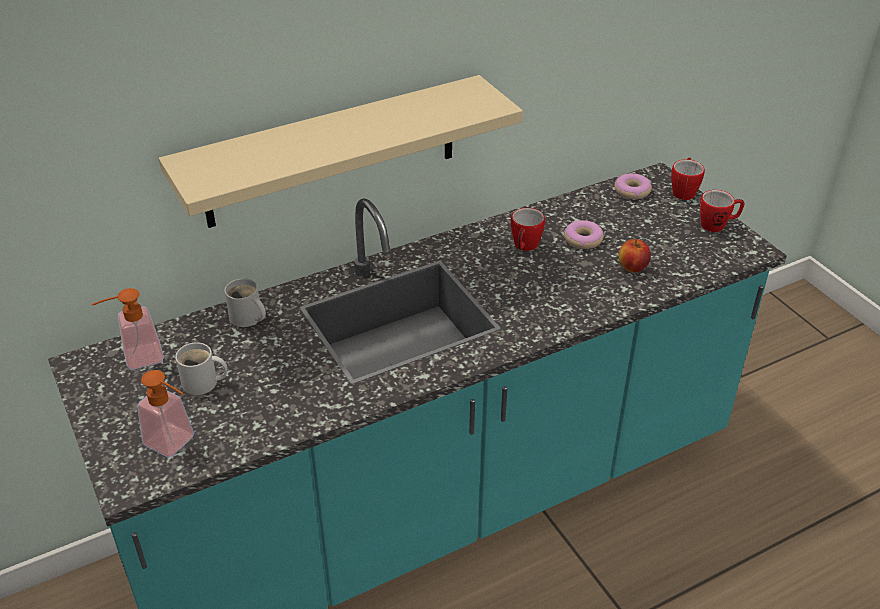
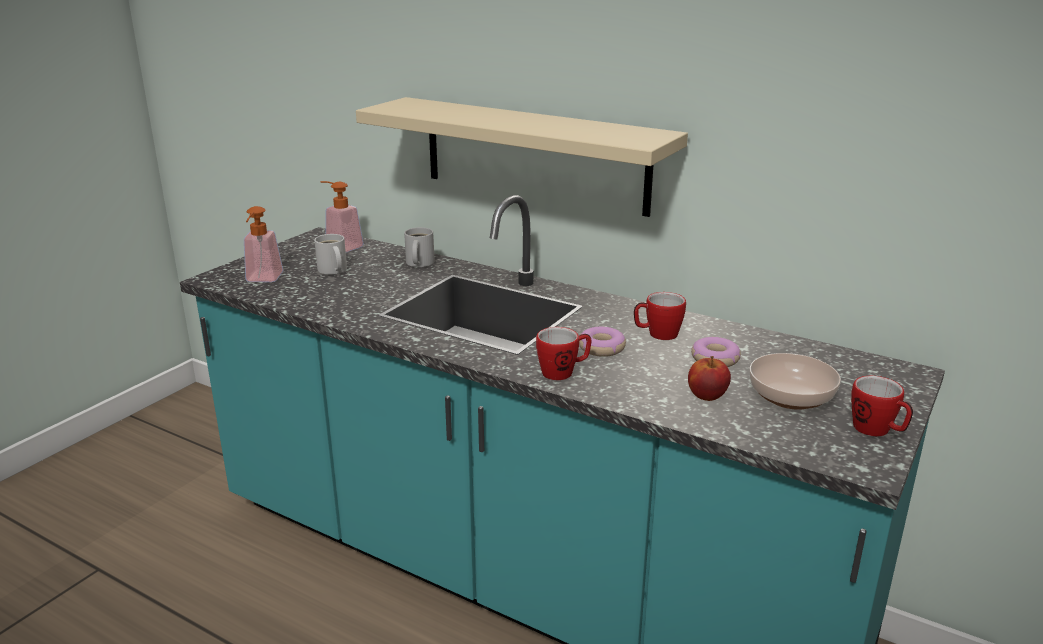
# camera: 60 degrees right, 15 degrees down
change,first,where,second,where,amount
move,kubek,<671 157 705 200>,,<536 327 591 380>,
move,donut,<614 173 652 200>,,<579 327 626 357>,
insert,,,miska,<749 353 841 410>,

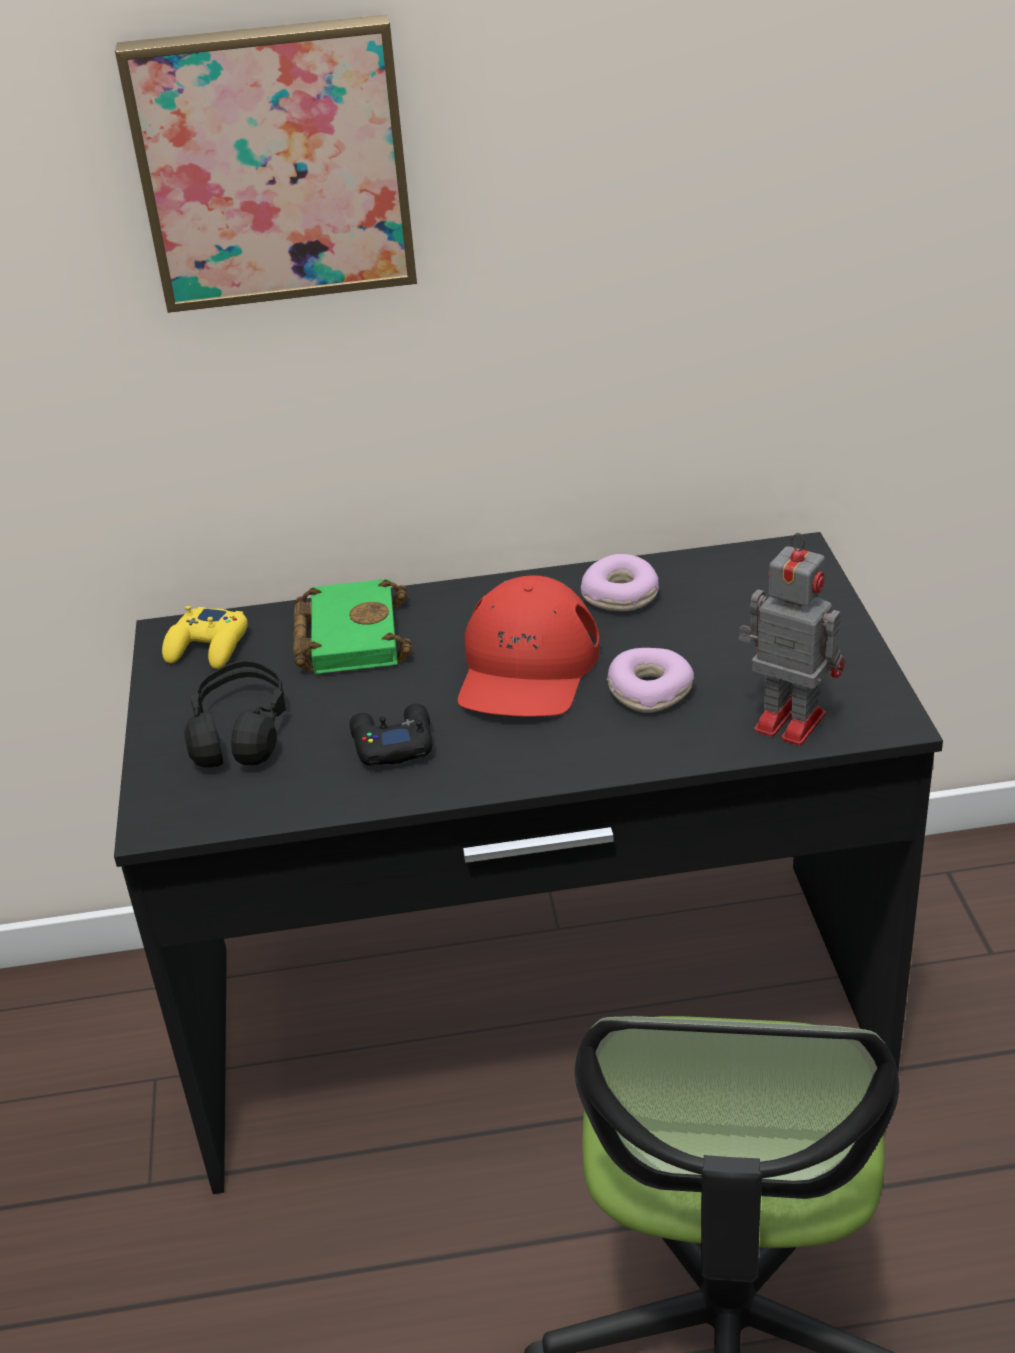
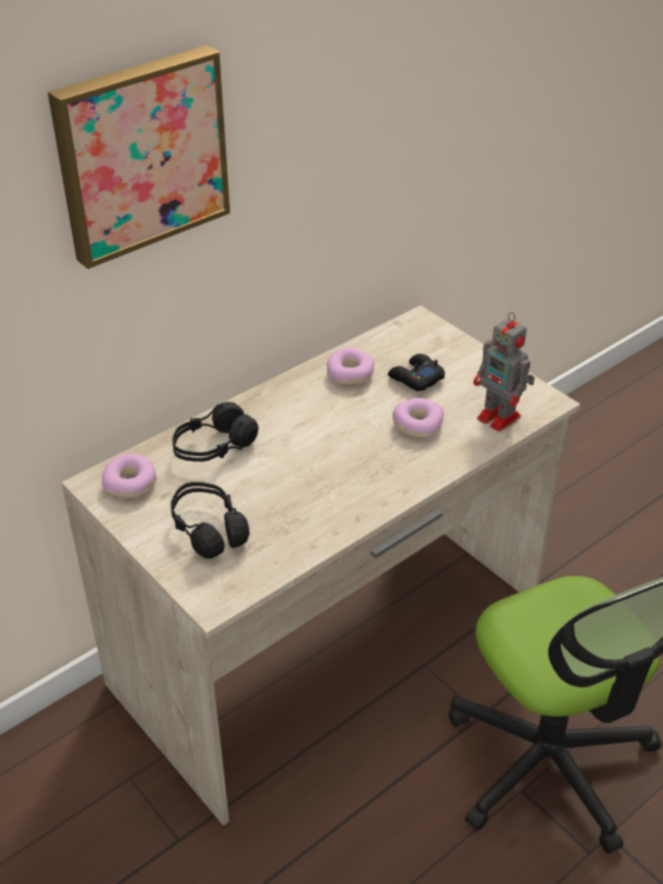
# camera: 35 degrees left, 5 degrees up
change,first,where,second,where,amount
recolor,biurko/czarny,<114 532 943 1194>,biurko/beżowy,<61 305 580 826>,
rotate,robot zabawkowy,<739 533 844 746>,,<473 312 535 432>,135 degrees counterclockwise
delete,czapka z daszkiem/czerwony,<458 575 600 717>,,,
replace,książka/zielony,<293 579 412 674>,słuchawki/czarny,<172 402 259 462>,
replace,pad do gier/żółty,<162 605 248 669>,donut,<102 454 157 498>,
move,pad do gier/czarny,<350 704 432 766>,,<388 354 445 391>,

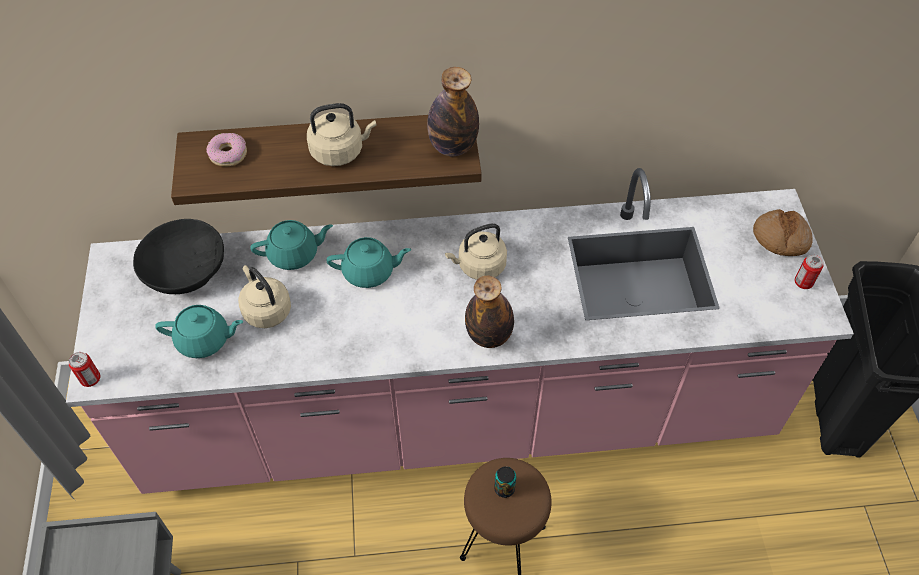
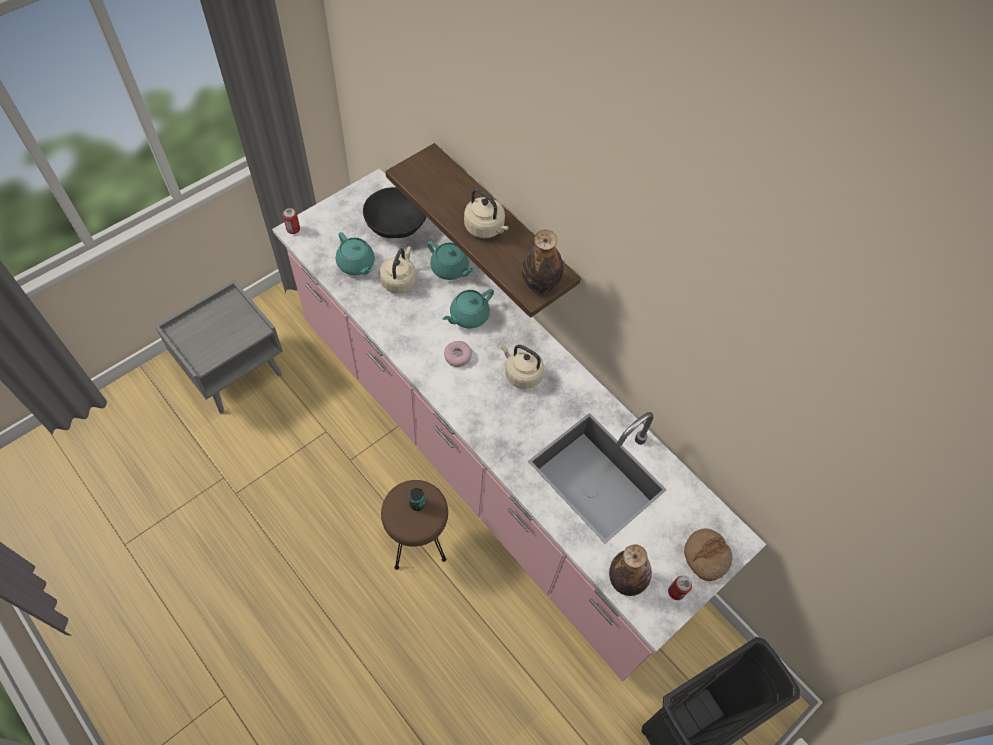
# camera: 50 degrees right, 5 degrees up
change,first,where,second,where,amount
move,donut,<206 133 247 167>,,<444 341 472 367>,
rotate,imbryk/turkusowy,<326 237 411 288>,,<443 289 494 328>,90 degrees clockwise
move,butelka,<465 276 514 348>,,<609 544 652 596>,

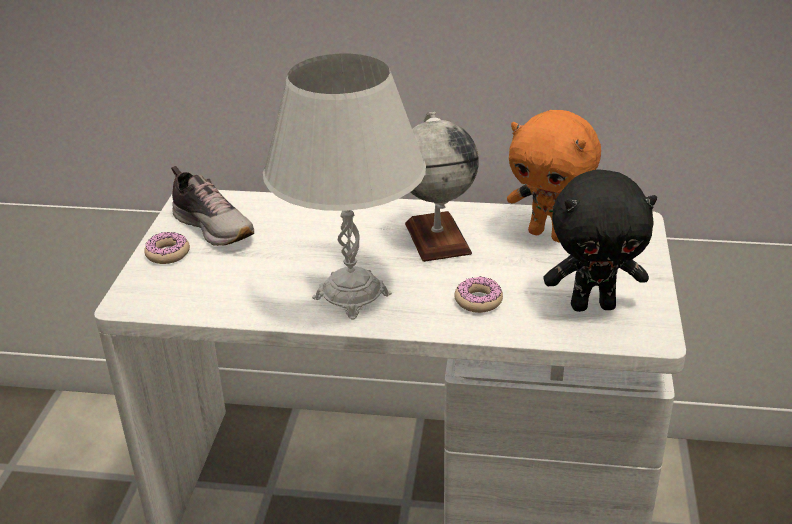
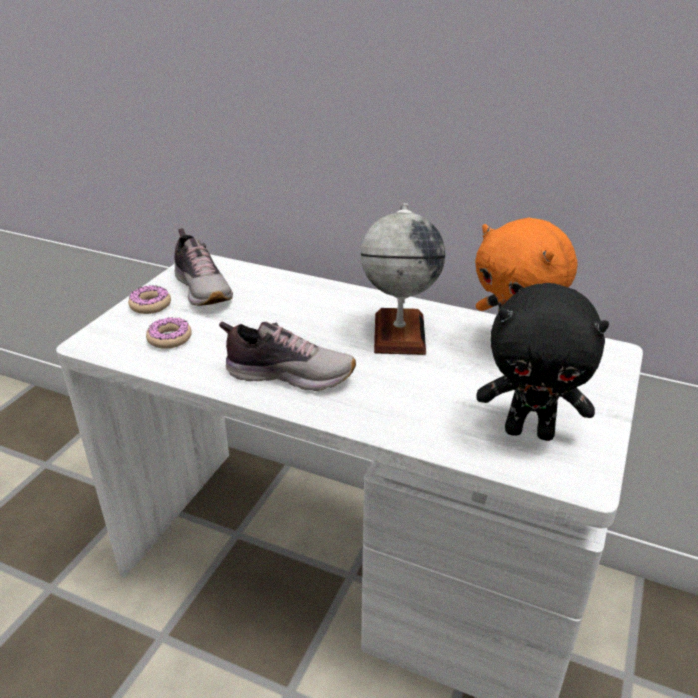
# camera: 15 degrees right, 0 degrees up
change,first,where,second,where,amount
replace,lampa stołowa/biały,<263 54 426 320>,but,<219 321 356 391>,
move,donut,<454 277 503 313>,,<146 317 192 349>,

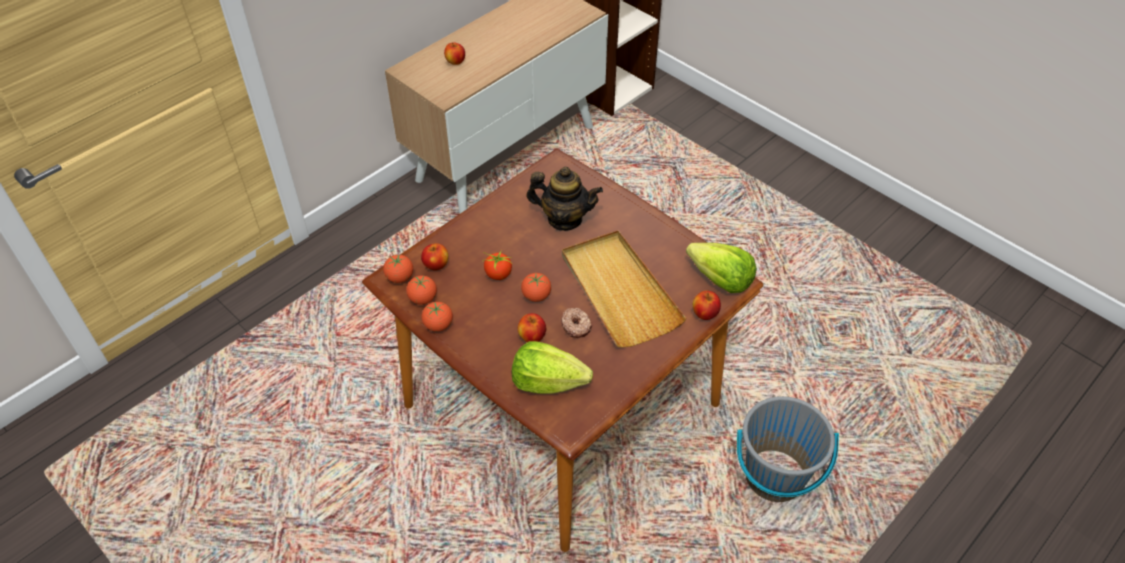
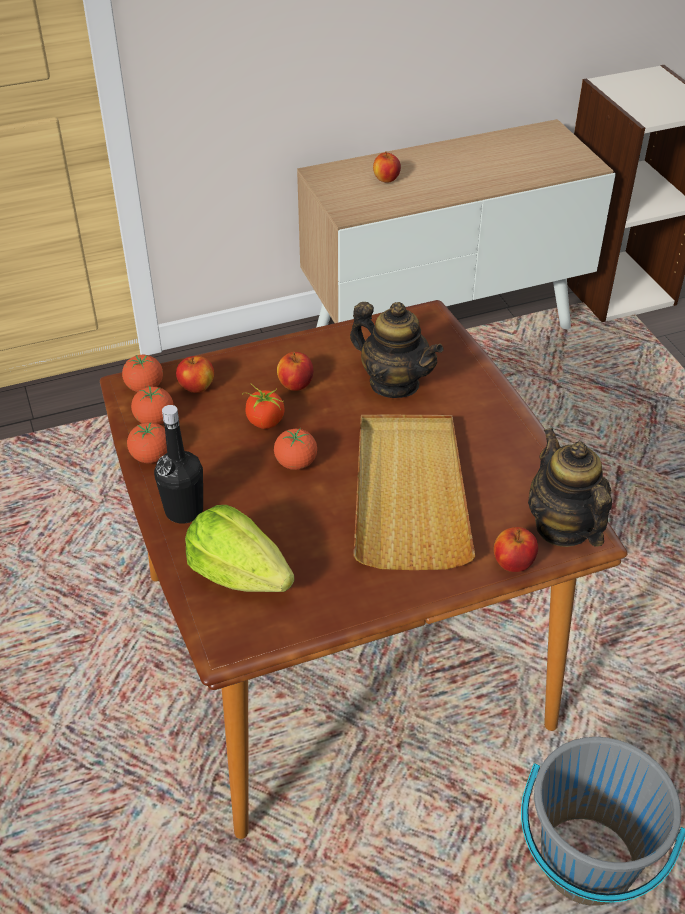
# camera: 25 degrees right, 5 degrees down
change,first,where,second,where,amount
replace,sałata,<686 243 757 293>,imbryk,<528 428 612 547>,
delete,donut,<561 308 592 338>,,,
move,jabłko,<518 313 546 342>,,<277 352 313 391>,
insert,,,butelka/czarny,<154 405 203 523>,

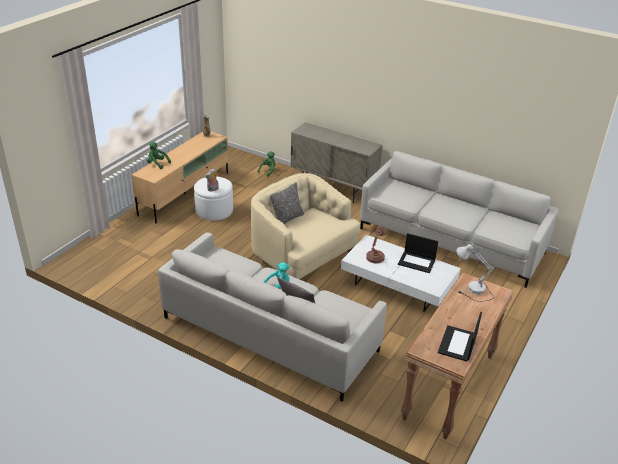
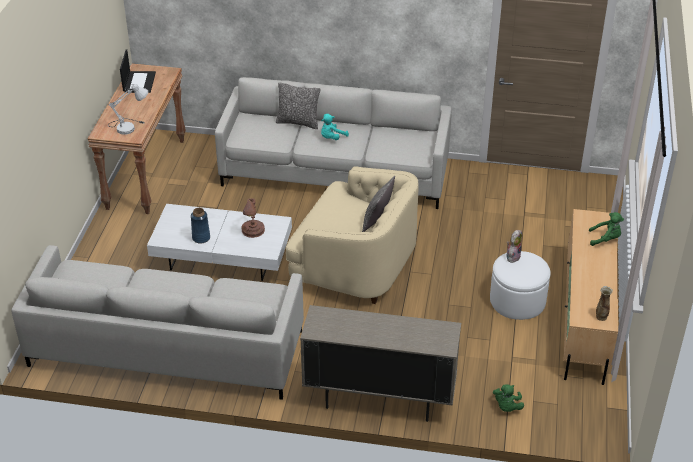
# camera: 160 degrees right, 5 degrees up
change,first,where,second,where,amount
replace,laptop,<398 233 438 273>,wazon/niebieski,<191 208 210 244>,

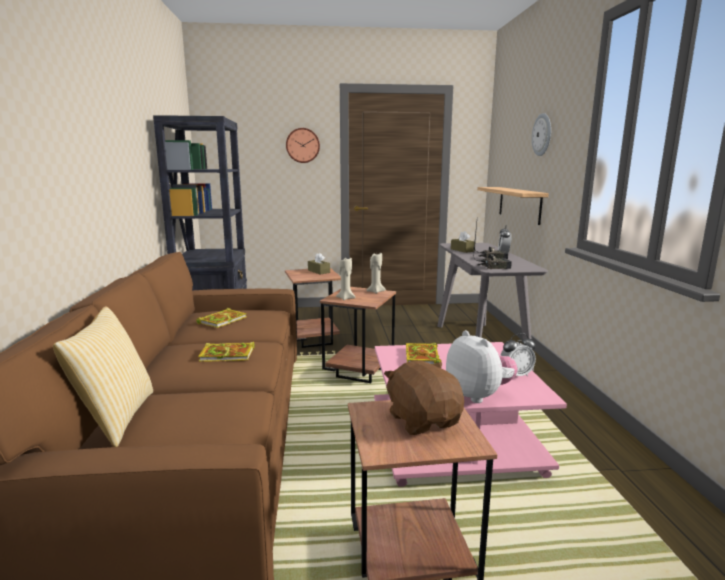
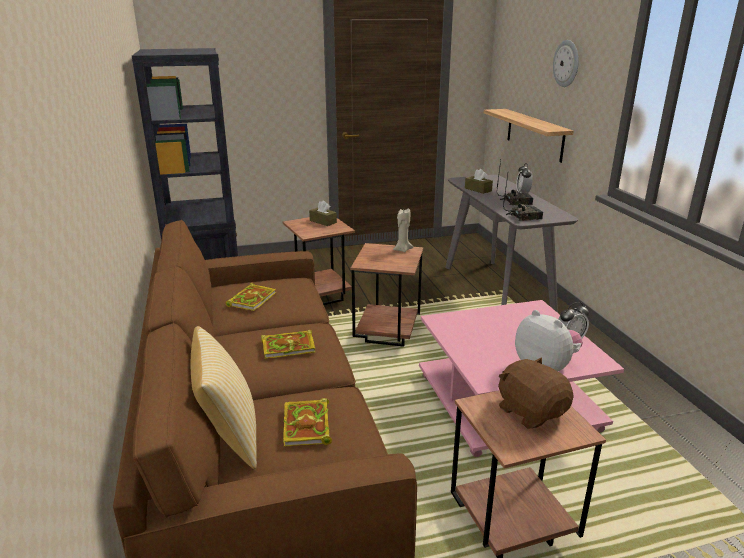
# camera: 10 degrees left, 10 degrees up
change,first,where,second,where,amount
delete,zegar ścienny,<286 128 320 163>,,,
delete,świeca/beżowy,<336 258 356 300>,,,
move,książka,<406 343 442 364>,,<283 398 332 447>,

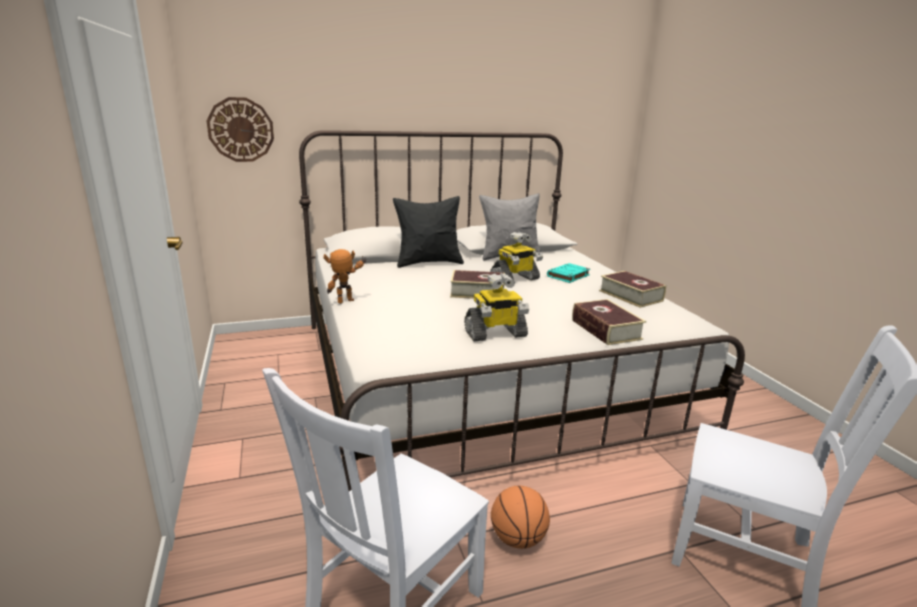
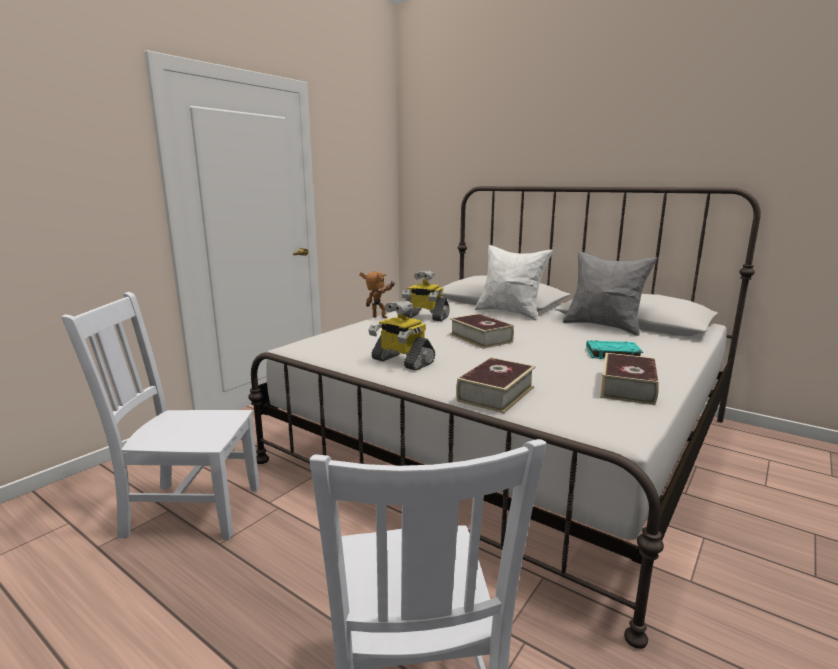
# camera: 55 degrees right, 5 degrees down
change,first,where,second,where,amount
delete,zegar ścienny,<207 97 274 162>,,,
recolor,poduszka/czarny,<393 196 464 268>,poduszka/biały,<475 245 553 321>,
move,robot zabawkowy,<490 231 543 280>,,<402 270 449 321>,
delete,piłka do koszykówki,<491 485 550 549>,,,

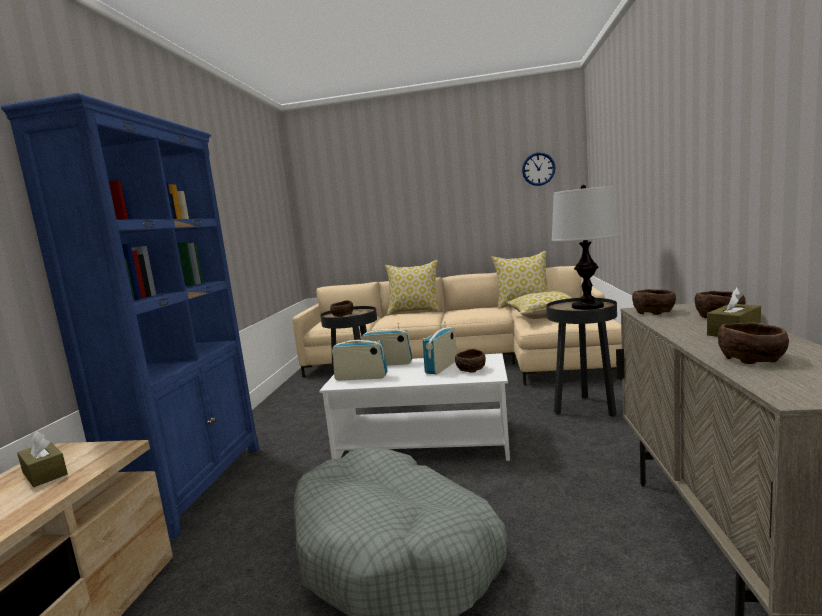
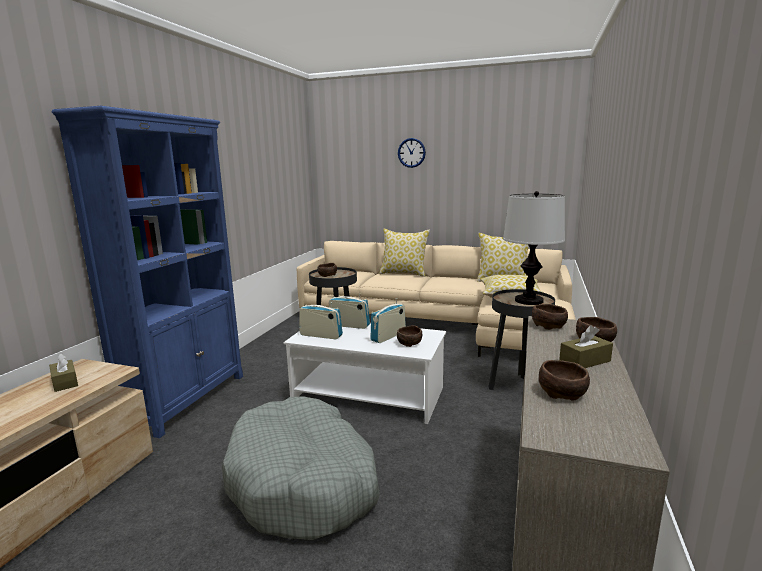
# camera: 10 degrees right, 5 degrees up
change,first,where,second,where,amount
move,zegar ścienny,<522 152 555 186>,,<398 138 426 168>,

